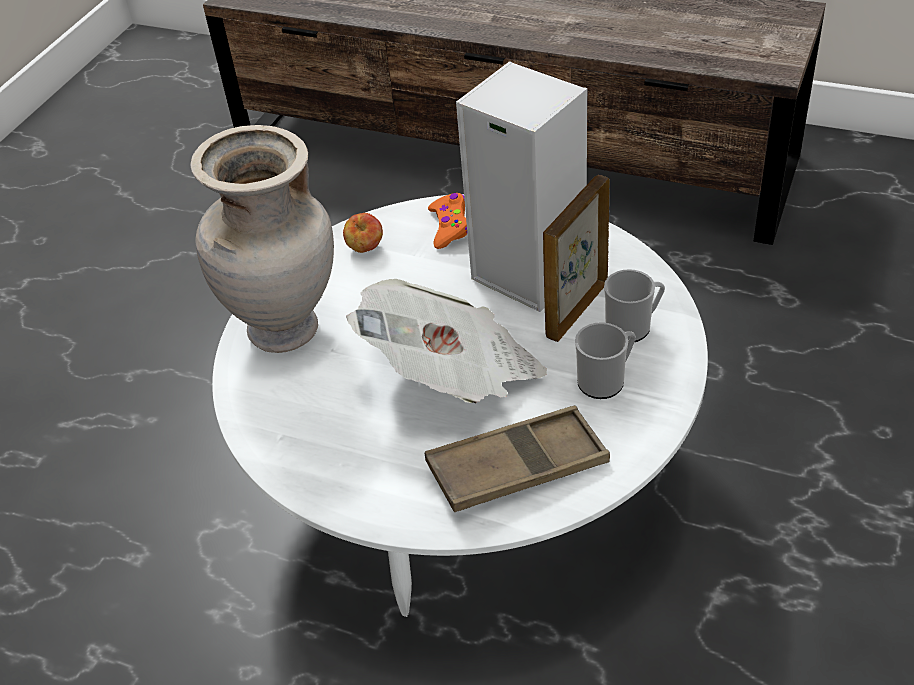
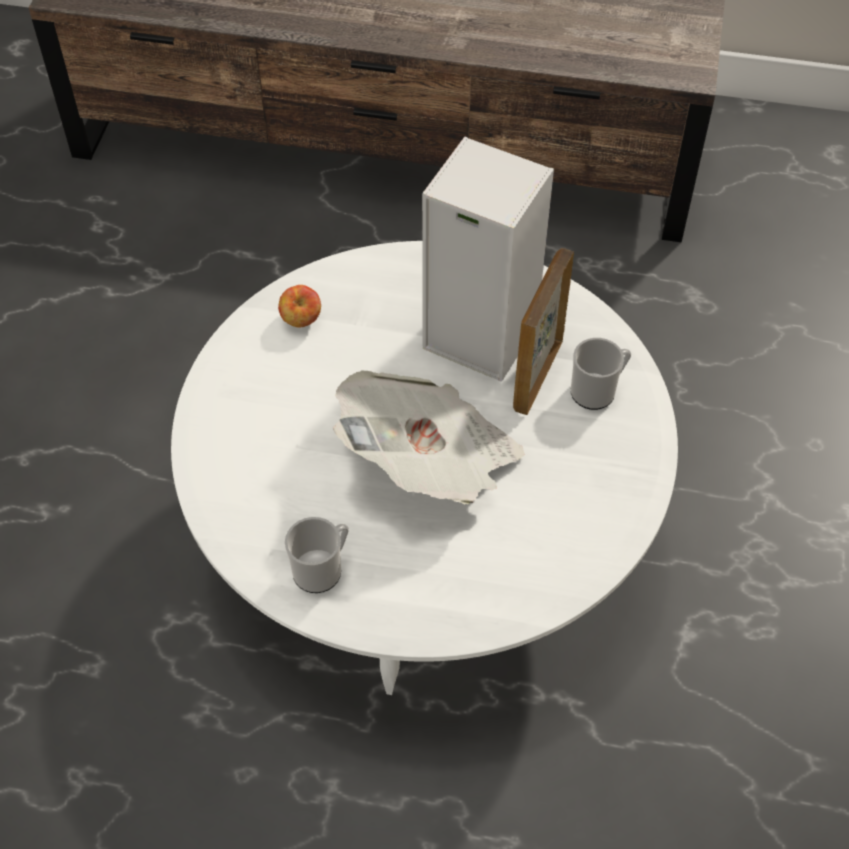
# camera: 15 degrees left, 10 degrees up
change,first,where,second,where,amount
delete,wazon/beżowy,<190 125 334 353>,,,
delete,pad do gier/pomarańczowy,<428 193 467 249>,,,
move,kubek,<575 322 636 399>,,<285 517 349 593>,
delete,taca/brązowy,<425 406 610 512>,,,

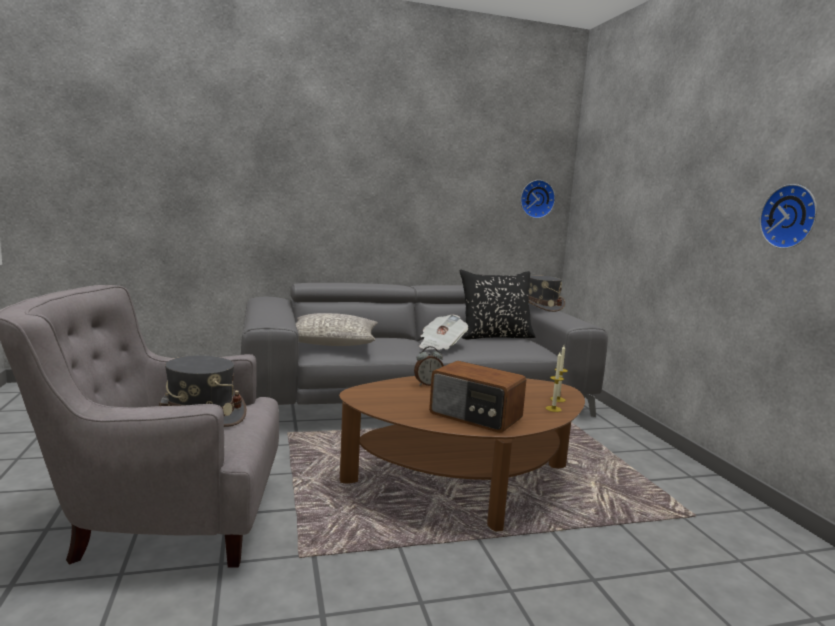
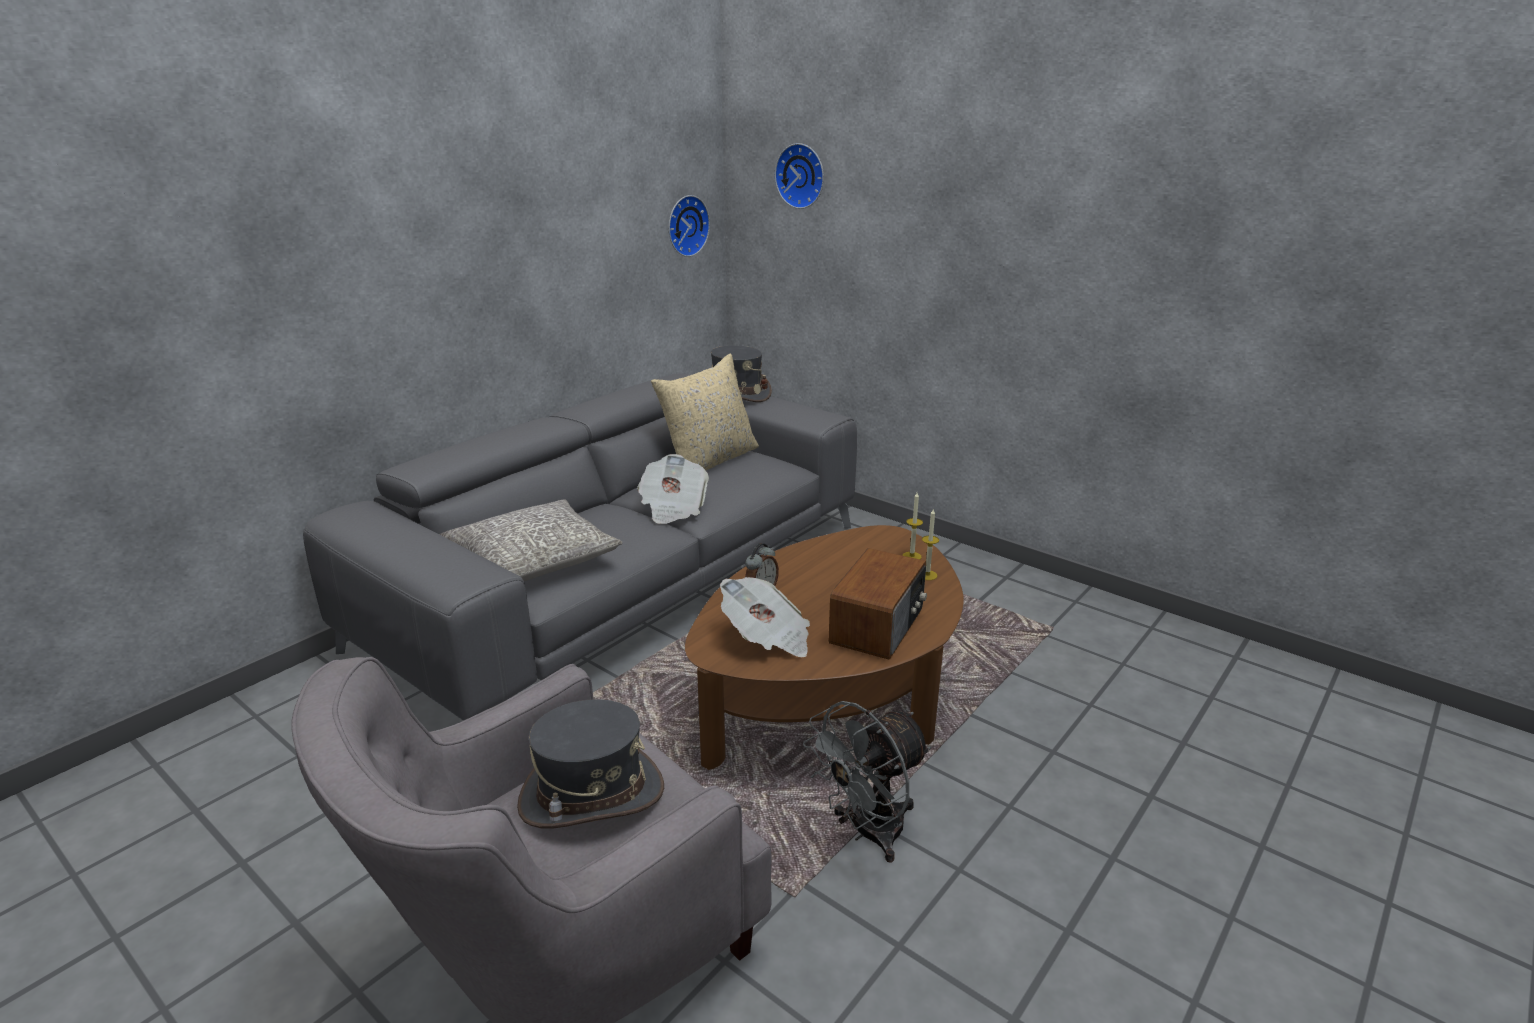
# camera: 35 degrees left, 15 degrees up
change,first,where,second,where,amount
move,zegar ścienny,<759 184 817 249>,,<775 143 824 209>,
recolor,poduszka/czarny,<459 270 535 340>,poduszka/beżowy,<651 354 759 471>,
rotate,radio,<429 361 526 433>,,<829 548 927 659>,60 degrees counterclockwise
insert,,,gazeta,<720 577 810 657>,
insert,,,wentylator/szary,<803 701 931 863>,

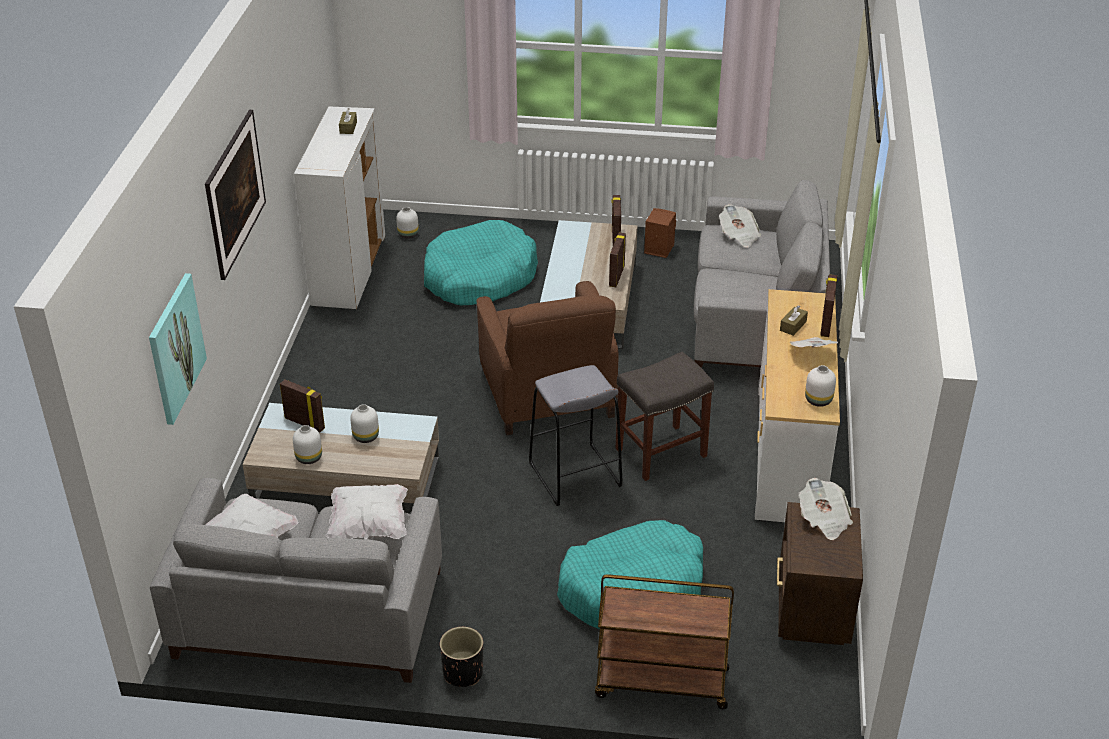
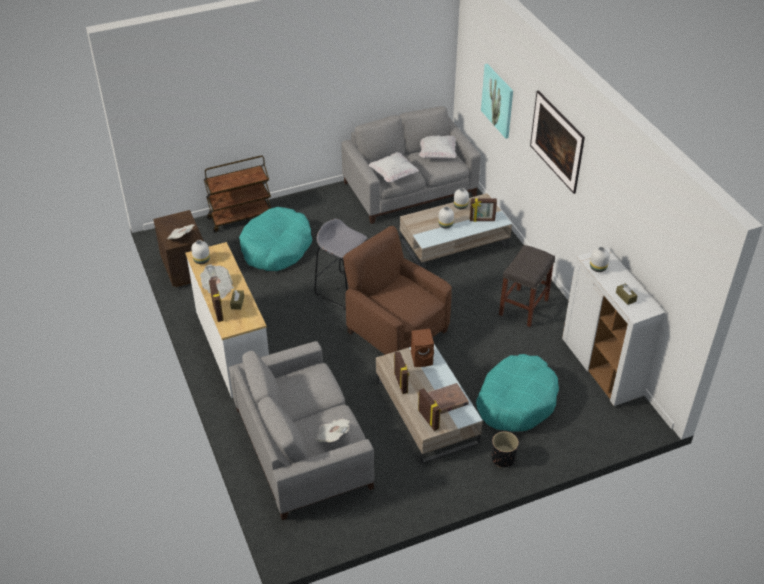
# camera: 150 degrees right, 5 degrees up
change,first,where,second,where,amount
move,wazon/biały,<396 207 419 239>,,<590 247 610 272>,
move,głośnik/brązowy,<644 208 676 258>,,<411 329 434 367>,
move,stołek/szary,<615 352 714 481>,,<499 245 555 327>,
move,donica/czarny,<440 627 483 687>,,<491 431 519 468>,
insert,,,książka/brązowy,<428 383 469 414>,

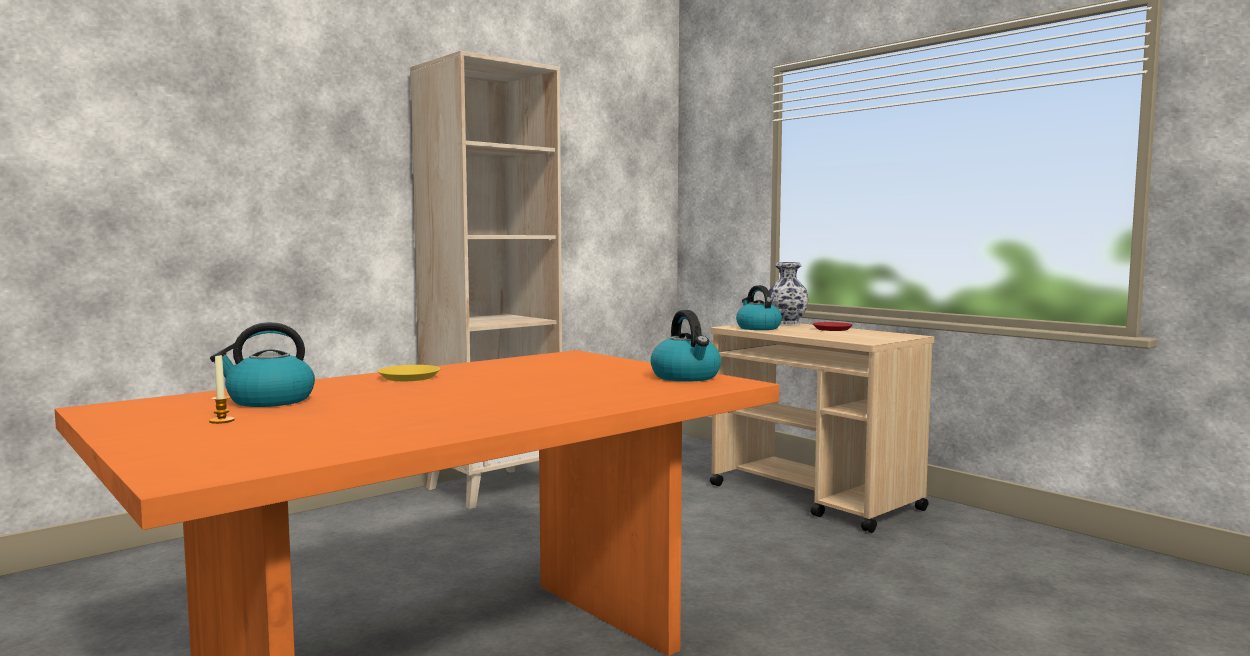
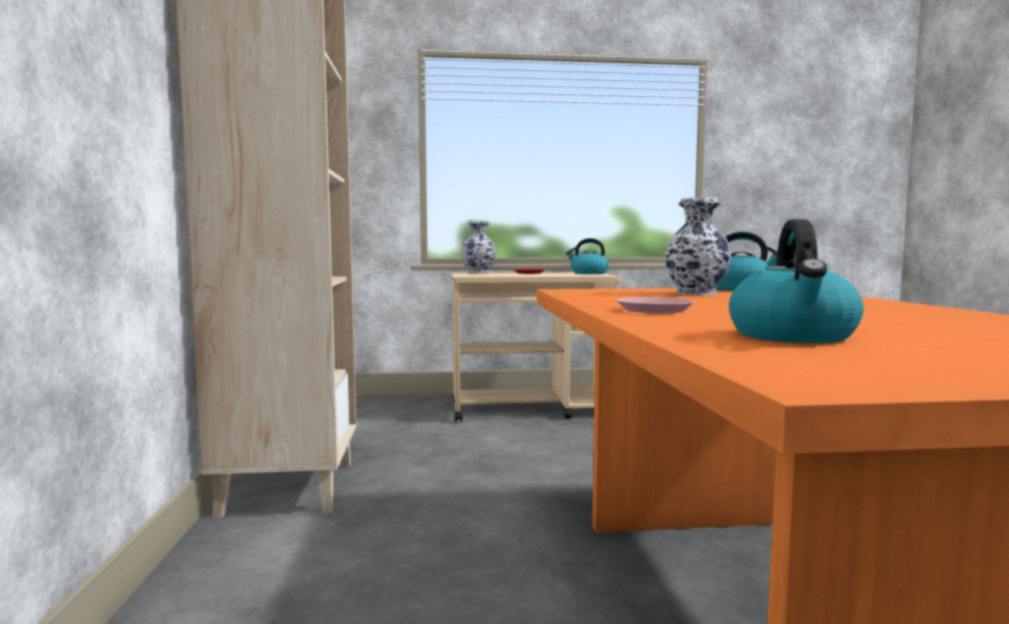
# camera: 55 degrees left, 0 degrees up
change,first,where,second,where,amount
move,czajnik,<736 285 782 330>,,<566 238 609 274>,
delete,świeca,<209 353 235 424>,,,
recolor,talerz/żółty,<378 365 440 381>,talerz/różowy,<616 297 694 314>,
insert,,,wazon,<664 197 731 295>,

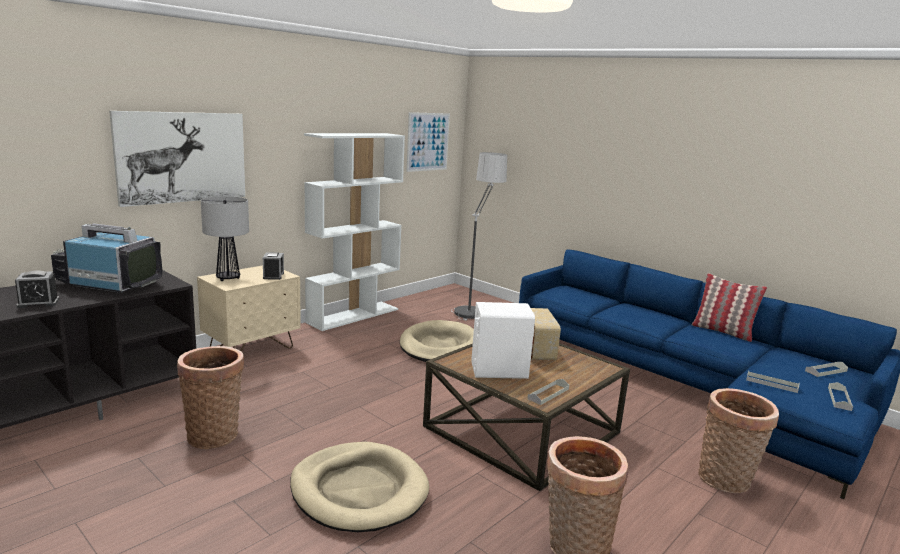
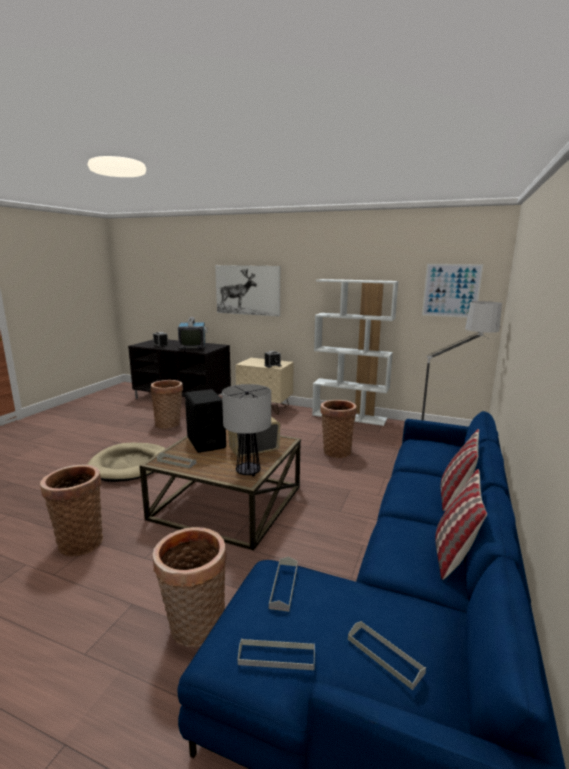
# camera: 70 degrees right, 0 degrees up
change,first,where,second,where,amount
move,lampa stołowa,<201 196 249 281>,,<222 384 271 477>,
recolor,głośnik/biały,<471 302 535 379>,głośnik/czarny,<185 389 226 453>,
replace,legowisko/beżowy,<400 320 474 362>,koszyk,<320 400 357 458>,
insert,,,poduszka,<441 429 479 511>,

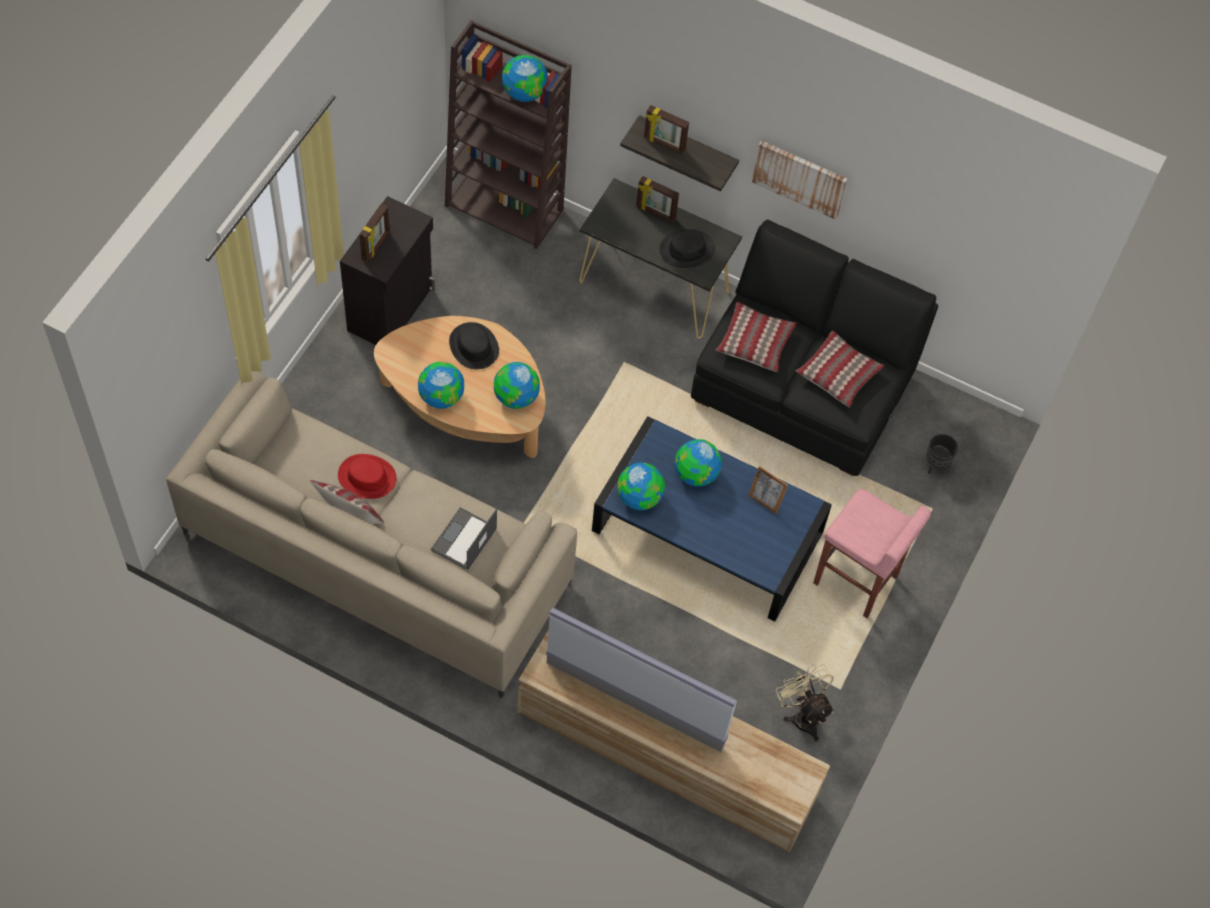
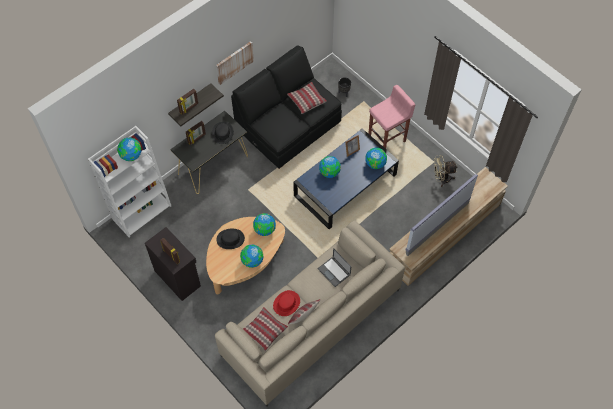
# camera: 65 degrees left, 0 degrees up
change,first,where,second,where,amount
recolor,regał/brązowy,<445 20 572 249>,regał/biały,<88 126 171 237>,
move,poduszka,<716 302 796 372>,,<243 307 288 351>,
move,globus,<617 463 665 510>,,<365 148 387 169>,

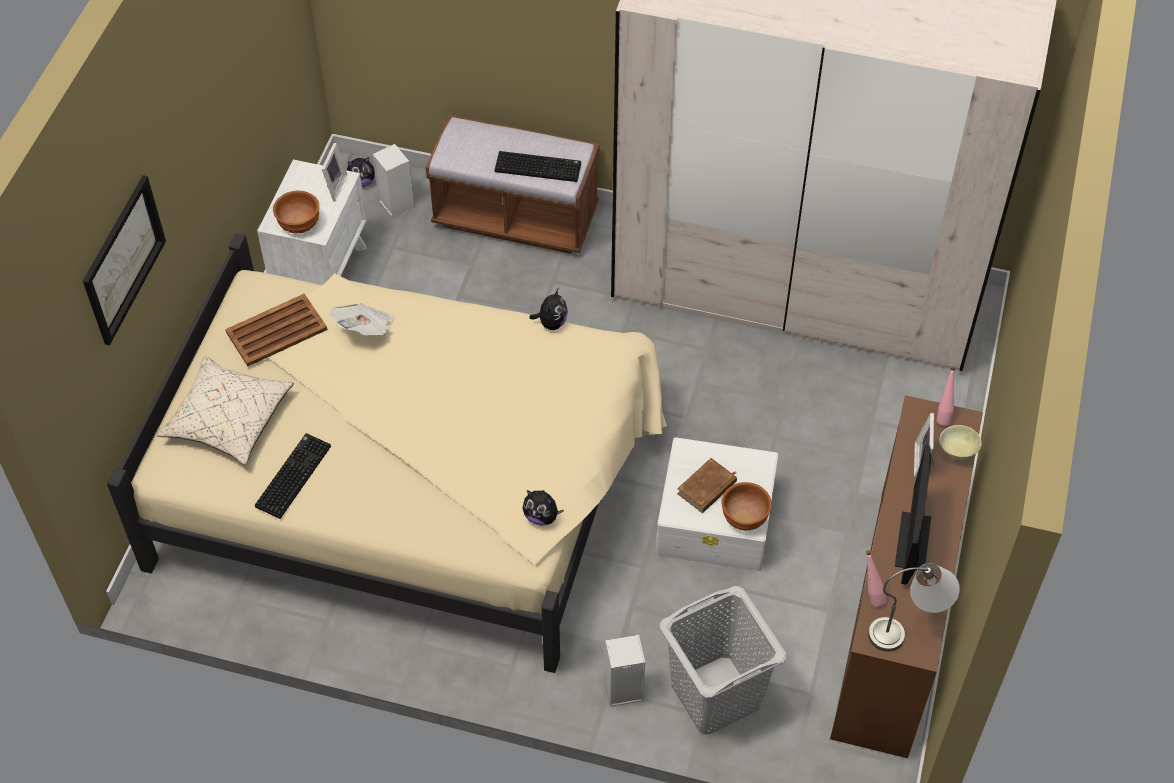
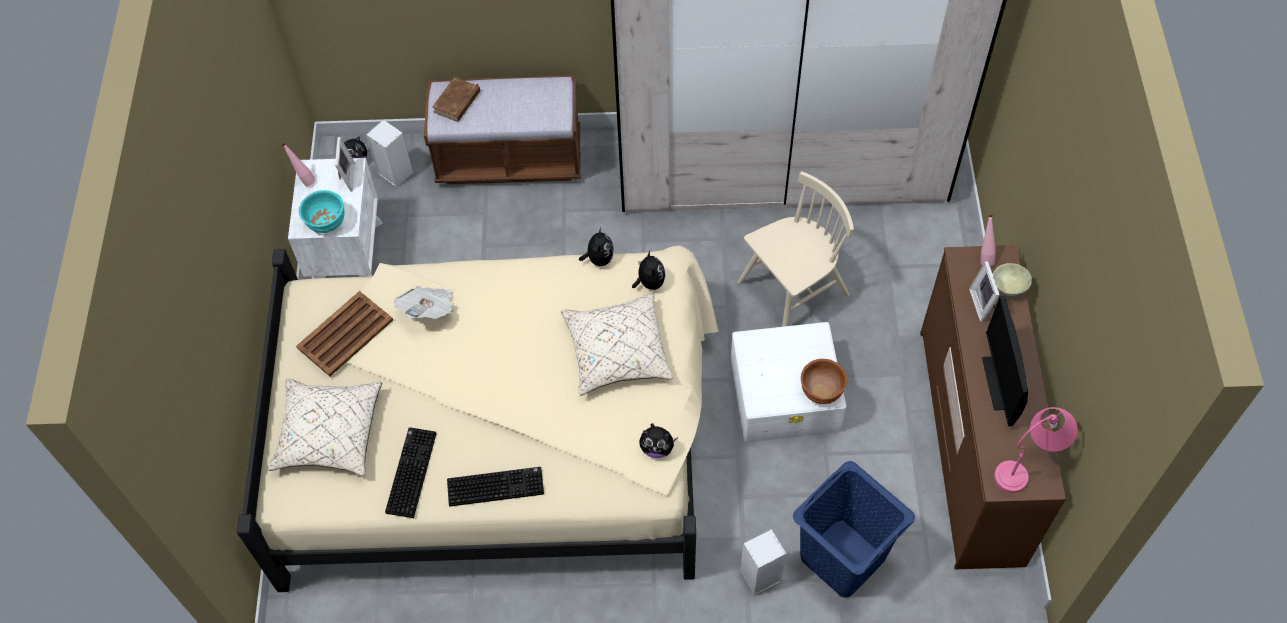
# camera: 15 degrees left, 5 degrees up
change,first,where,second,where,amount
move,klawiatura,<495 151 581 182>,,<447 467 544 506>,
delete,obraz,<83 175 166 345>,,,
recolor,miska/brązowy,<273 191 319 233>,miska/turkusowy,<299 190 344 233>,
move,książka/brązowy,<677 458 737 513>,,<432 77 480 122>,
move,butelka/różowy,<866 550 887 607>,,<281 142 316 186>,
recolor,lampa stołowa/szary,<868 563 960 652>,lampa stołowa/różowy,<994 407 1078 493>,
recolor,kosz na pranie/szary,<660 586 787 735>,kosz na pranie/niebieski,<793 461 915 598>,
insert,,,krzesło/beżowy,<738 171 854 327>,
insert,,,pluszak,<632 251 665 290>,
insert,,,poduszka/beżowy,<561 292 673 396>,

